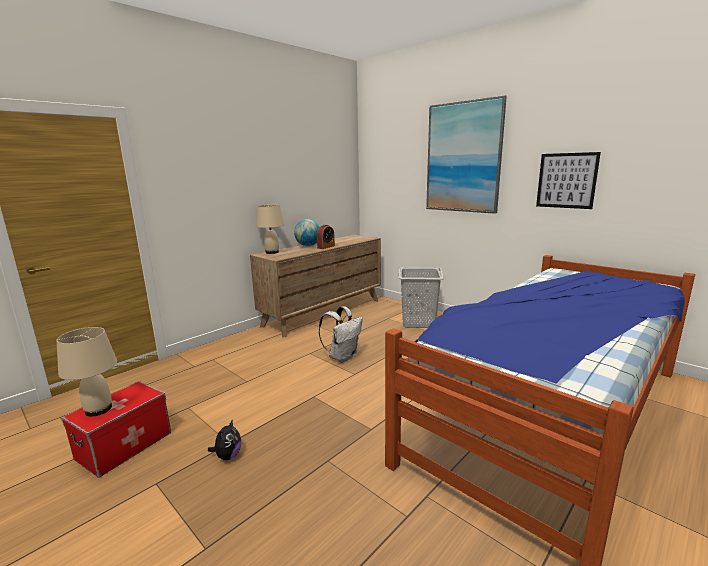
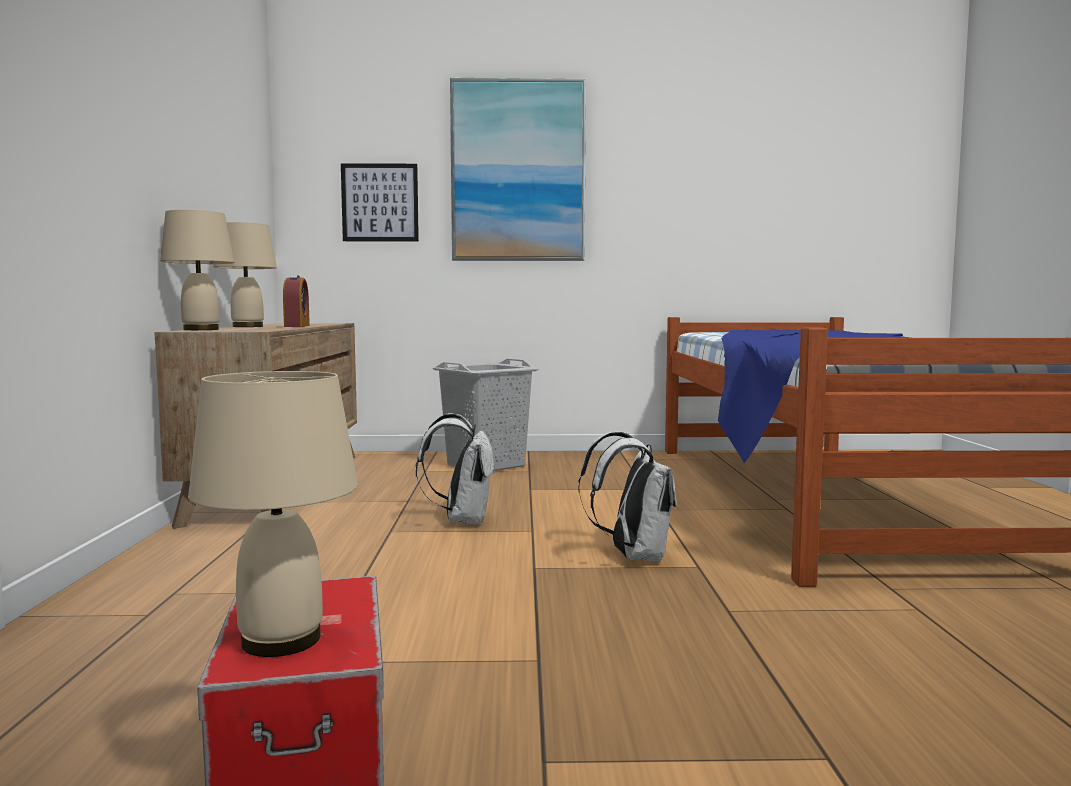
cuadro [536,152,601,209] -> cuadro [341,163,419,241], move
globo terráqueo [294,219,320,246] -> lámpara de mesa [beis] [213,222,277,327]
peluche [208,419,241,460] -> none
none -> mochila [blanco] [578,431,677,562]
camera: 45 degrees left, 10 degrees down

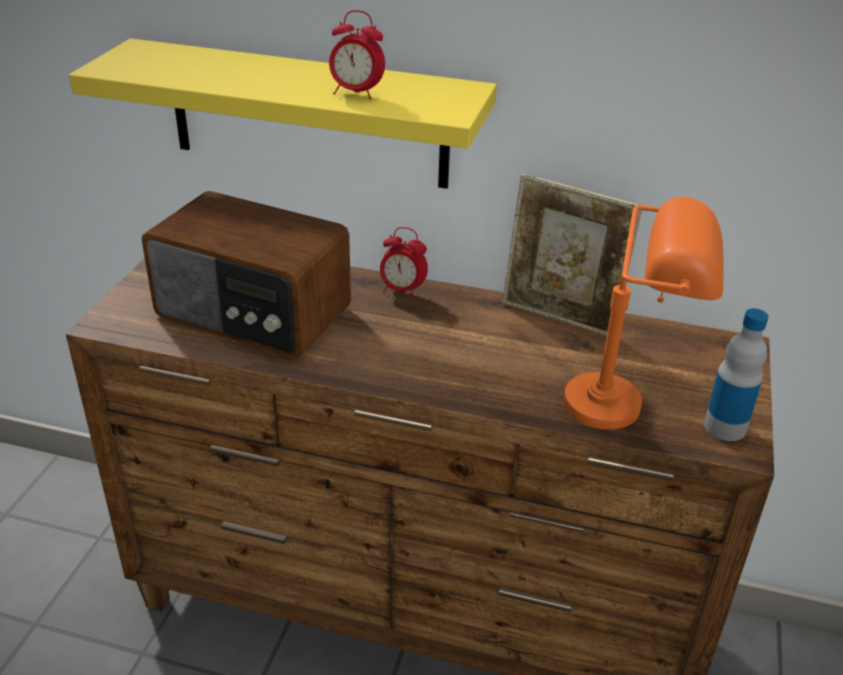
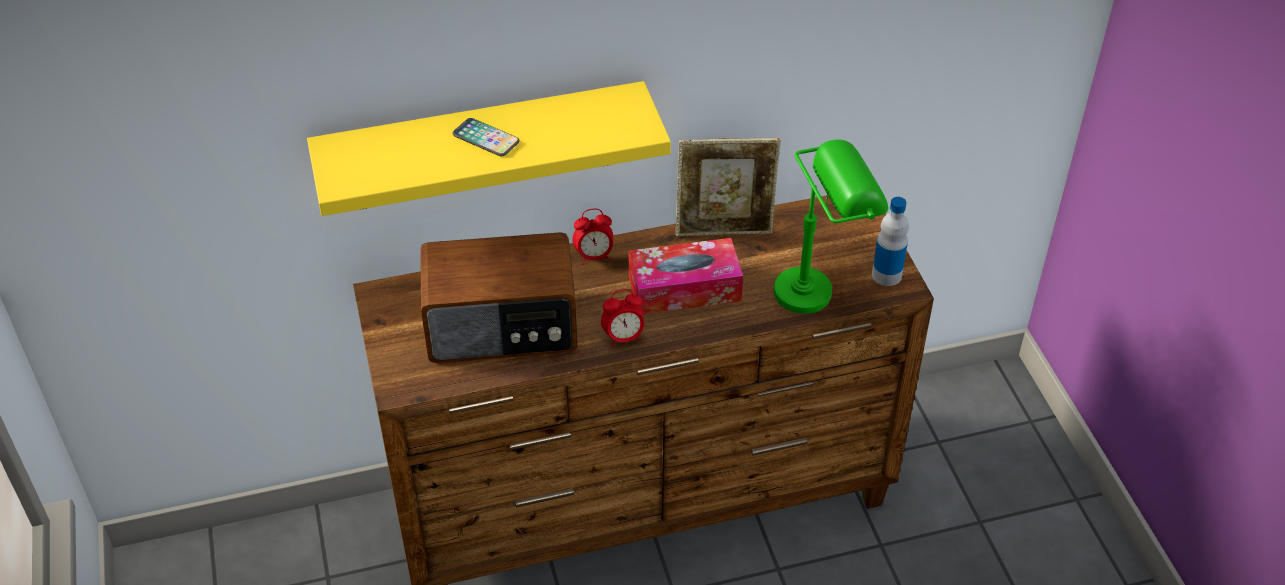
despertador [329,10,385,99] -> despertador [601,289,644,348], move
lámpara de mesa [naranja] [563,197,723,430] -> lámpara de mesa [verde] [774,140,888,314]
none -> móvil [452,118,520,156]
none -> caja de pañuelos [629,238,743,314]
camera: 30 degrees left, 10 degrees up

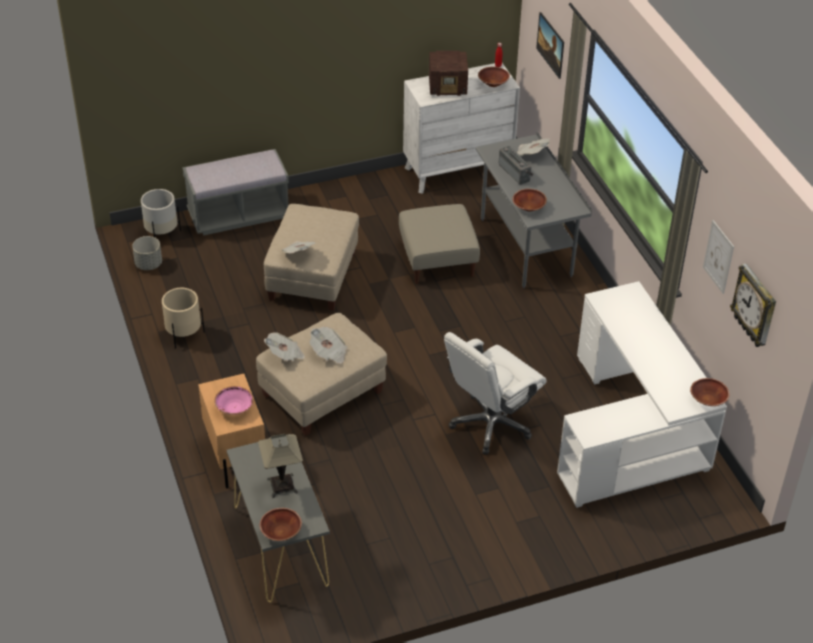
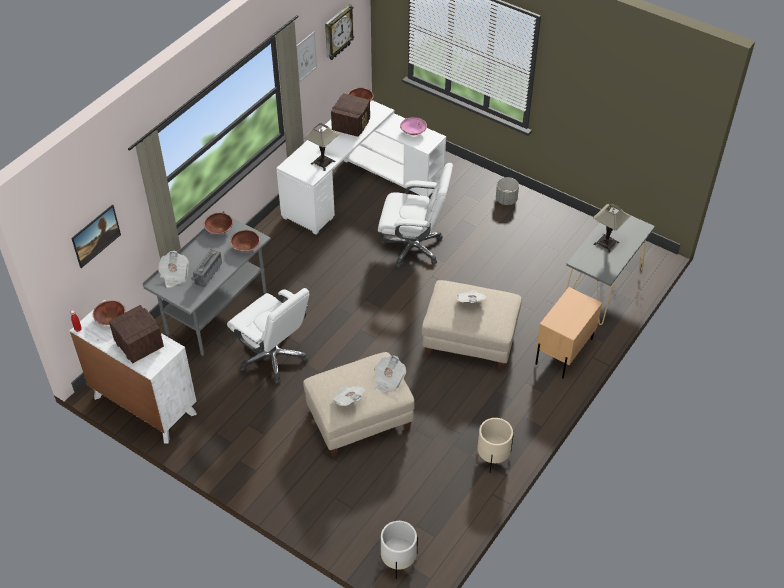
banco [gris] [182,149,289,236] -> none
puf [beis] [399,204,480,284] -> silla de oficina [blanco] [227,288,310,384]
maceta [gris] [132,236,162,270] -> maceta [gris] [496,177,519,205], move
periódico [264,332,305,361] -> periódico [331,386,365,406], move
cuenco [rosa] [214,386,253,415] -> cuenco [rosa] [400,117,427,135], move
cuenco [marrón] [260,508,302,541] -> cuenco [marrón] [204,213,233,234], move
none -> radio [331,93,370,137]
none -> lámpara de mesa [304,123,339,171]
camera: 125 degrees left, 5 degrees up

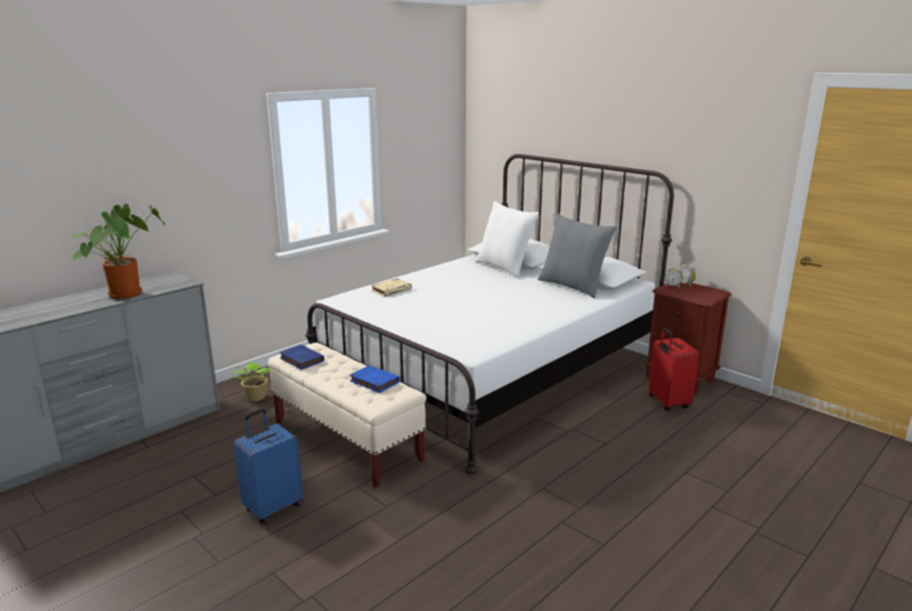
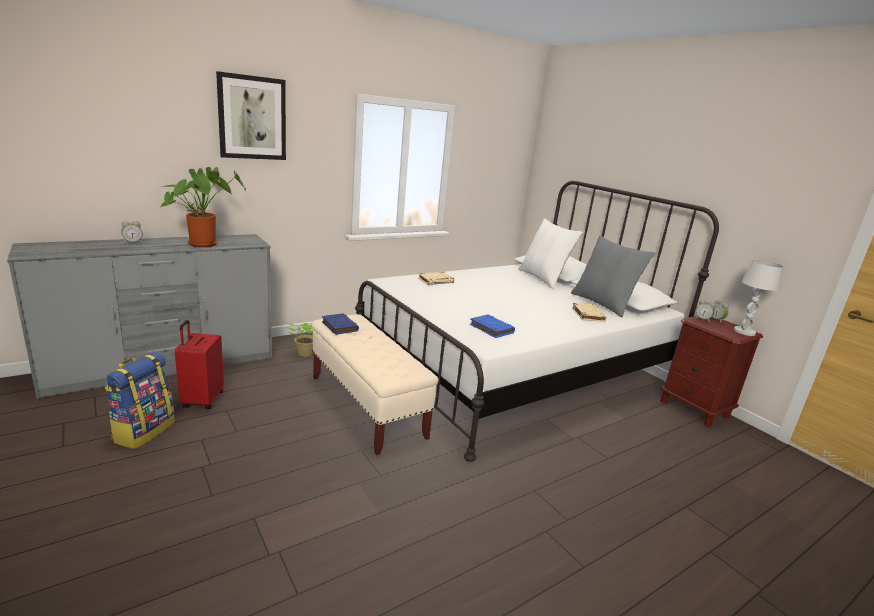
maleta [rojo] [649,327,699,411] -> maleta [rojo] [175,320,224,409], move
libro [azul] [350,365,400,393] -> libro [azul] [470,315,515,338], move
maleta [azul] [233,408,303,523] -> none
none -> cuadro [216,71,286,160]
none -> despertador [121,221,143,244]
none -> lámpara de mesa [blanco] [734,260,783,336]
none -> libro [beis] [572,303,607,322]
none -> mochila [105,352,175,449]
camera: 10 degrees right, 0 degrees up

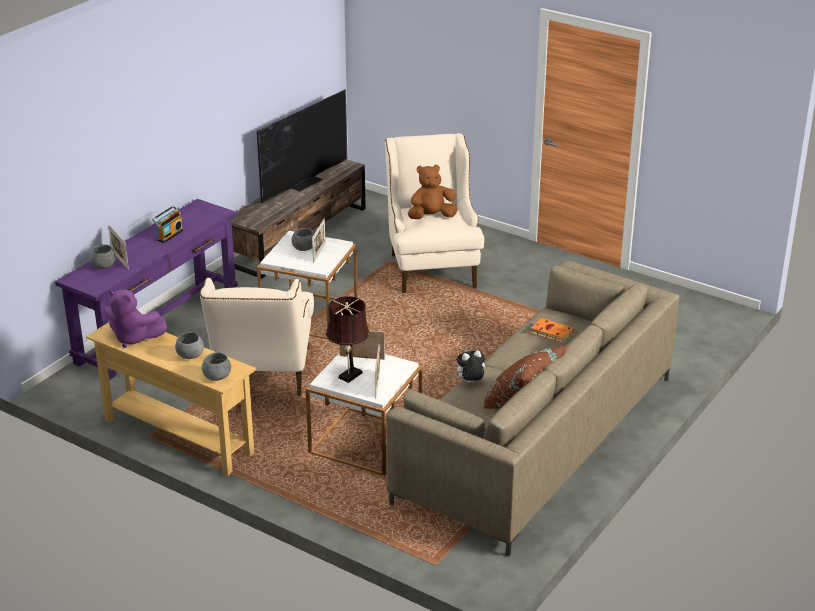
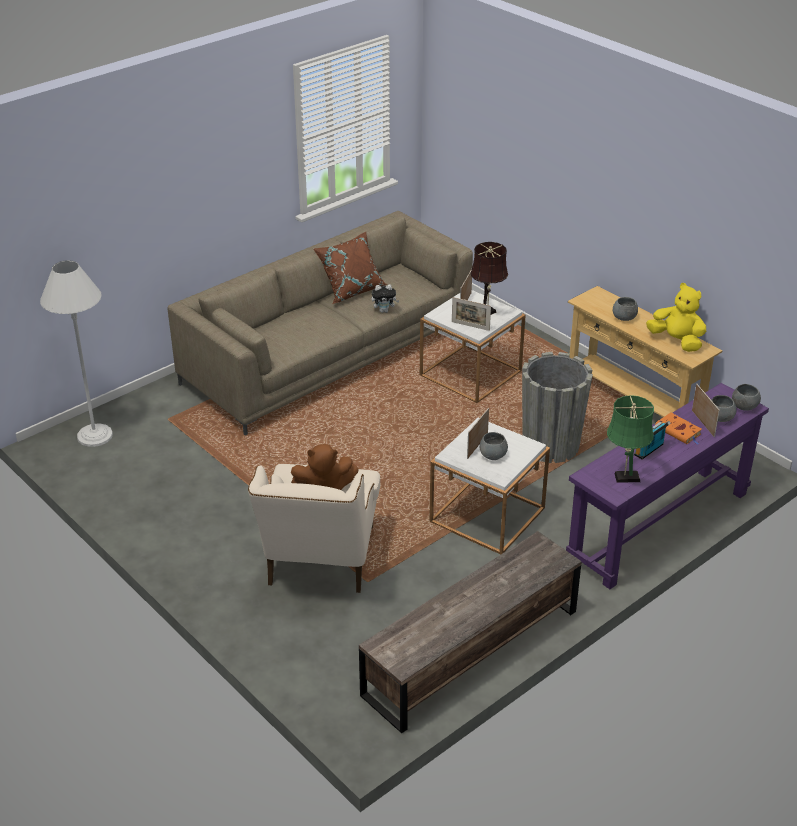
televisor [257,89,347,203] -> none
sillón [beis] [200,278,314,396] -> maceta [gris] [522,352,593,463]
peluche [morado] [104,289,167,348] -> peluche [amarillo] [646,283,706,352]
libro [naranja] [530,318,573,343] -> libro [naranja] [655,413,702,445], move
cuenco [gris] [202,352,231,381] -> cuenco [gris] [732,384,761,411], move
none -> lámpara de pie [blanco] [40,260,113,447]
none -> lámpara de mesa [verde] [607,395,654,483]
camera: 165 degrees left, 5 degrees up

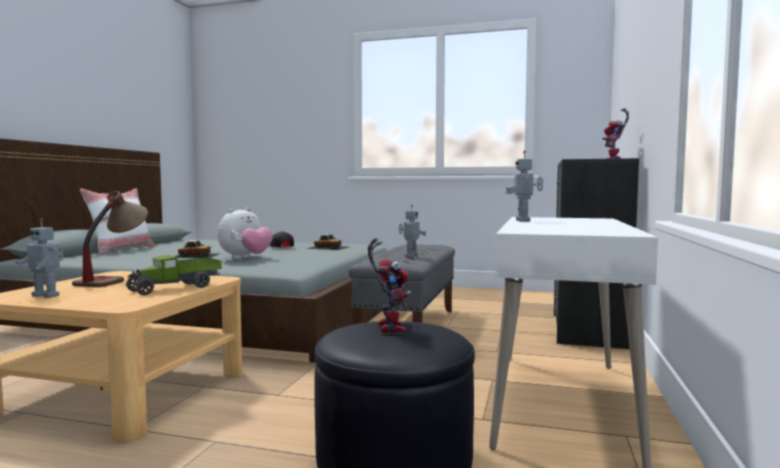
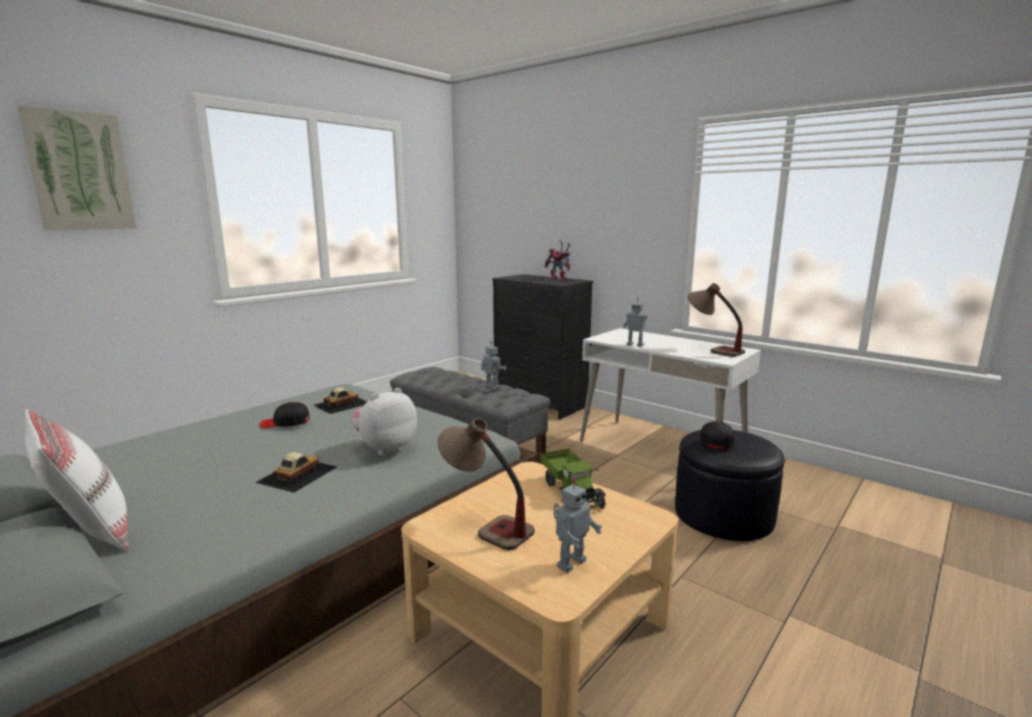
peluche [218,207,273,259] -> peluche [351,388,417,455], 105 degrees counterclockwise
robot de juguete [368,238,411,334] -> gorra [negro] [699,421,735,449]
none -> cuadro [17,105,137,230]
none -> lámpara de mesa [688,283,745,357]
camera: 65 degrees left, 10 degrees up

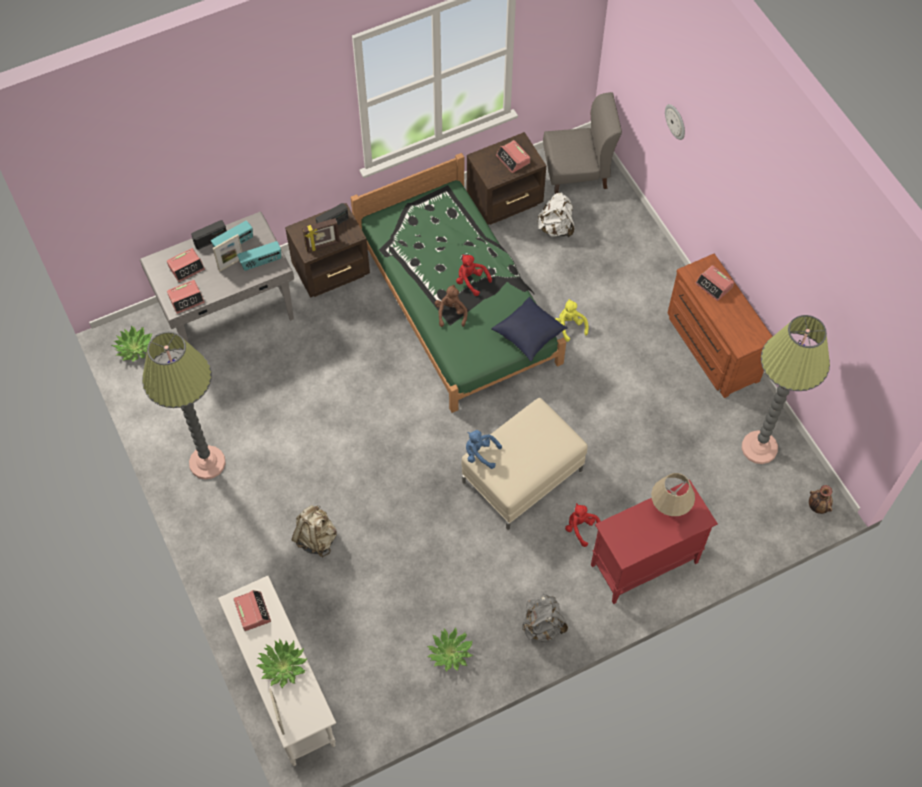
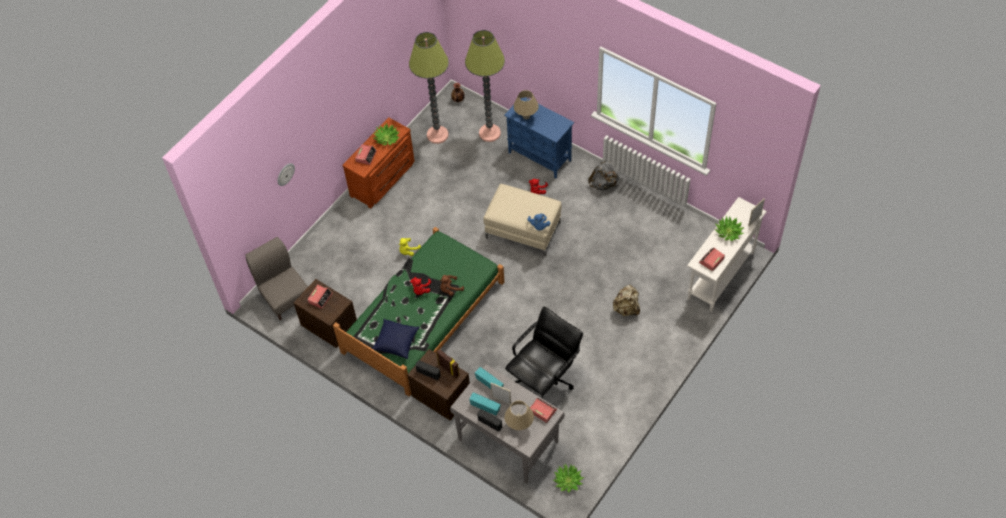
mochila [blanco] [537,192,574,237] -> none
despertador [167,248,205,282] -> lámpara de mesa [beis] [505,401,534,430]
cojín [azul] [491,297,568,361] -> cojín [azul] [372,319,419,359], move
lámpara de pie [142,332,226,480] -> lámpara de pie [465,30,505,142], move
armario [rojo] [591,480,718,604] -> armario [azul] [504,97,574,178]
planta en maceta [427,627,473,672] -> planta en maceta [373,123,400,145], move
none -> silla de oficina [negro] [505,307,583,399]
camera: 115 degrees left, 5 degrees down

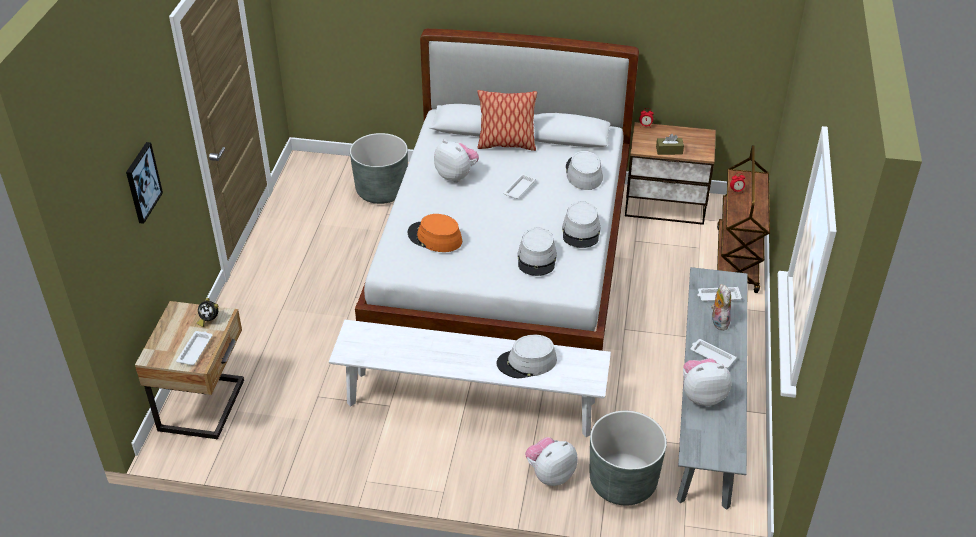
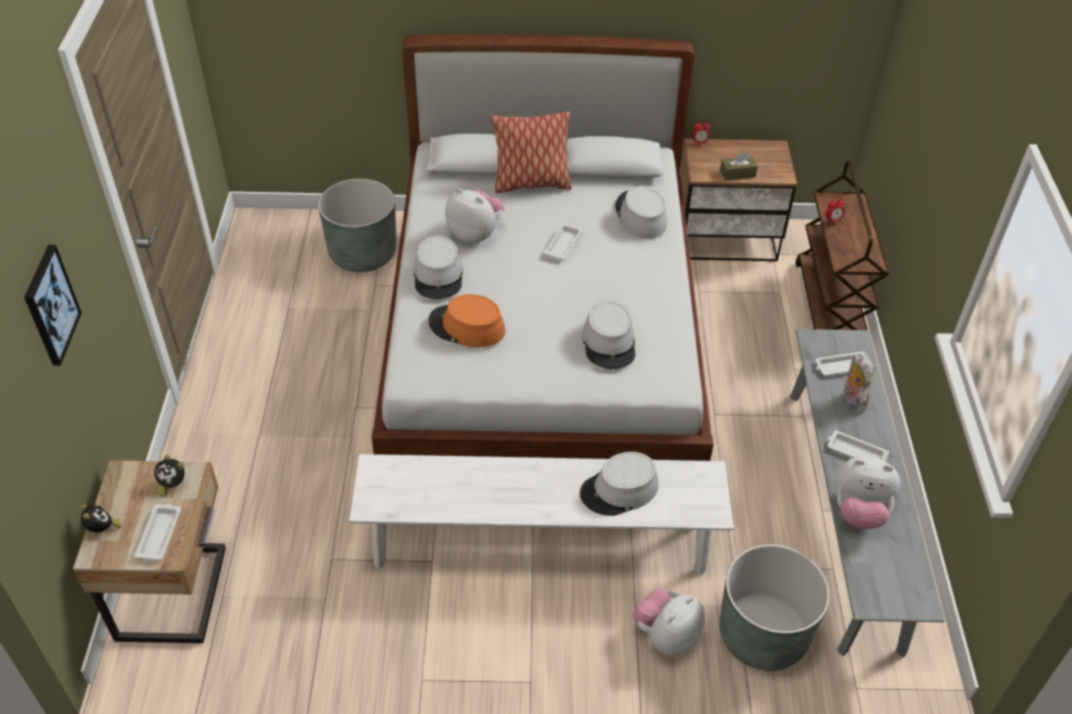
sombrero [gris] [562,202,601,248] -> sombrero [gris] [413,236,464,299], move
peluche [683,358,732,406] -> peluche [834,456,901,529], 150 degrees counterclockwise
none -> despertador [81,504,121,532]
camera: 10 degrees left, 5 degrees up

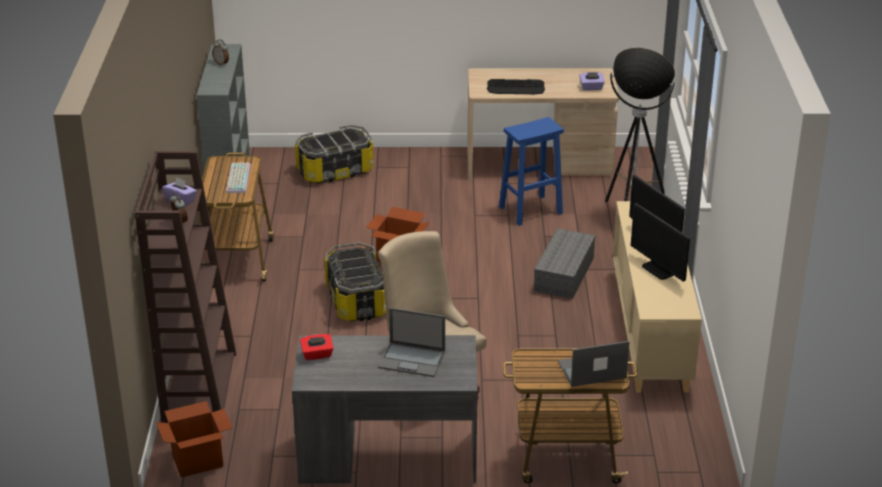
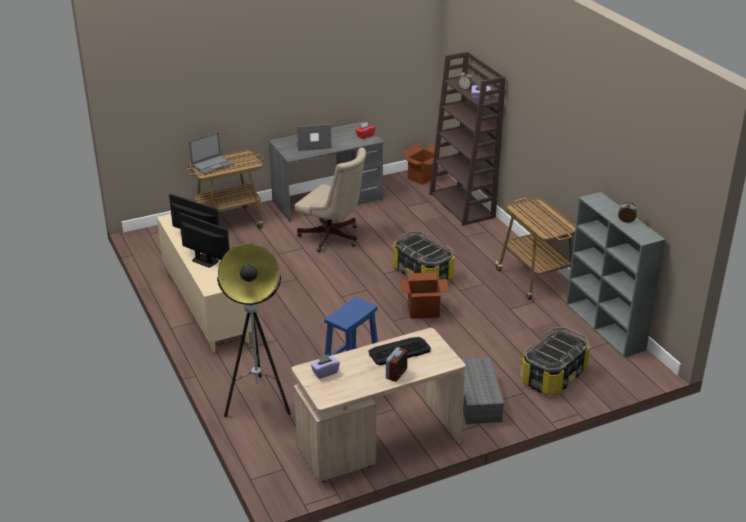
teclado [226,163,251,193] -> none
caja de almacenaje [gris] [534,228,596,299] -> caja de almacenaje [gris] [461,357,505,424], move
none -> despertador [386,347,407,382]
camera: 155 degrees right, 0 degrees up

